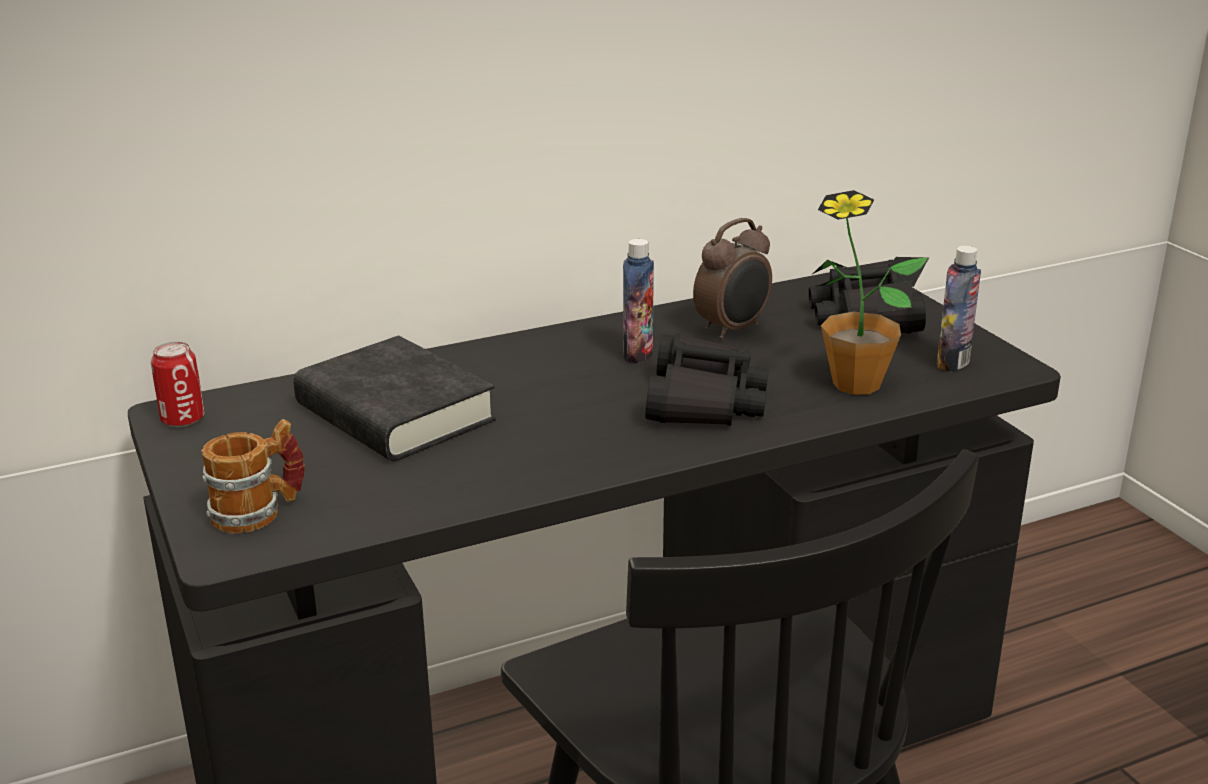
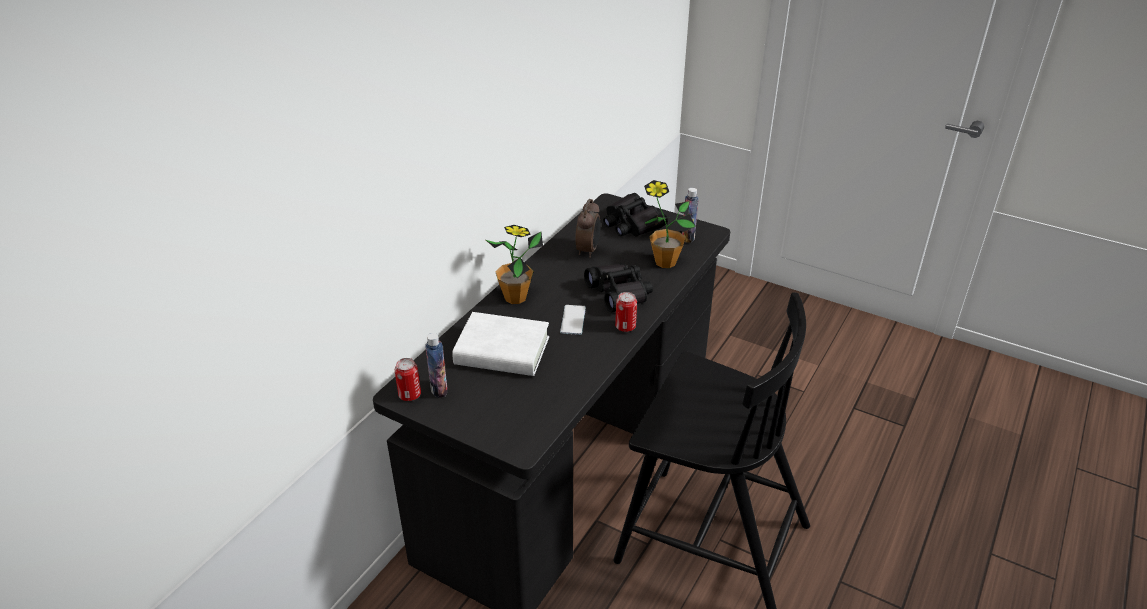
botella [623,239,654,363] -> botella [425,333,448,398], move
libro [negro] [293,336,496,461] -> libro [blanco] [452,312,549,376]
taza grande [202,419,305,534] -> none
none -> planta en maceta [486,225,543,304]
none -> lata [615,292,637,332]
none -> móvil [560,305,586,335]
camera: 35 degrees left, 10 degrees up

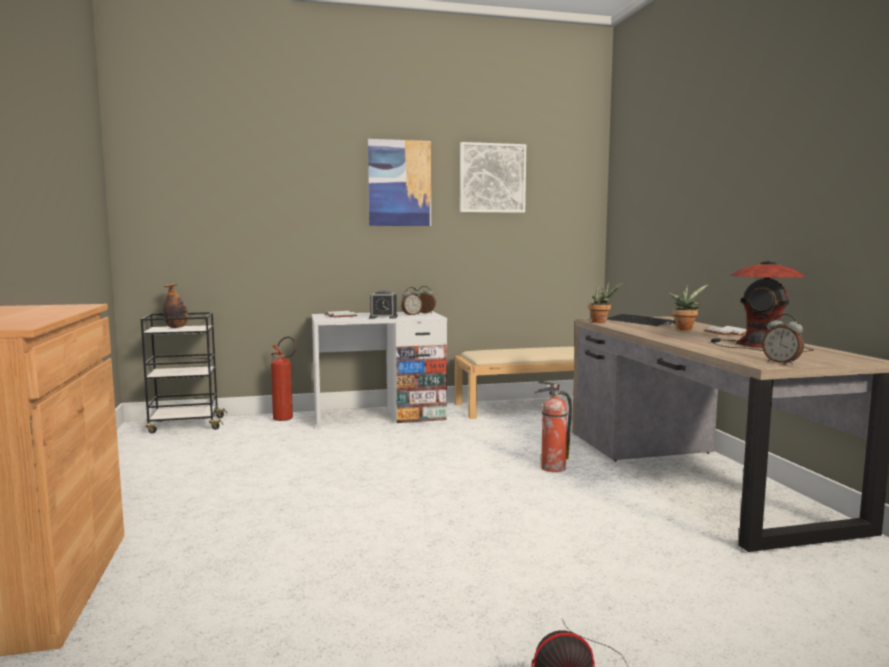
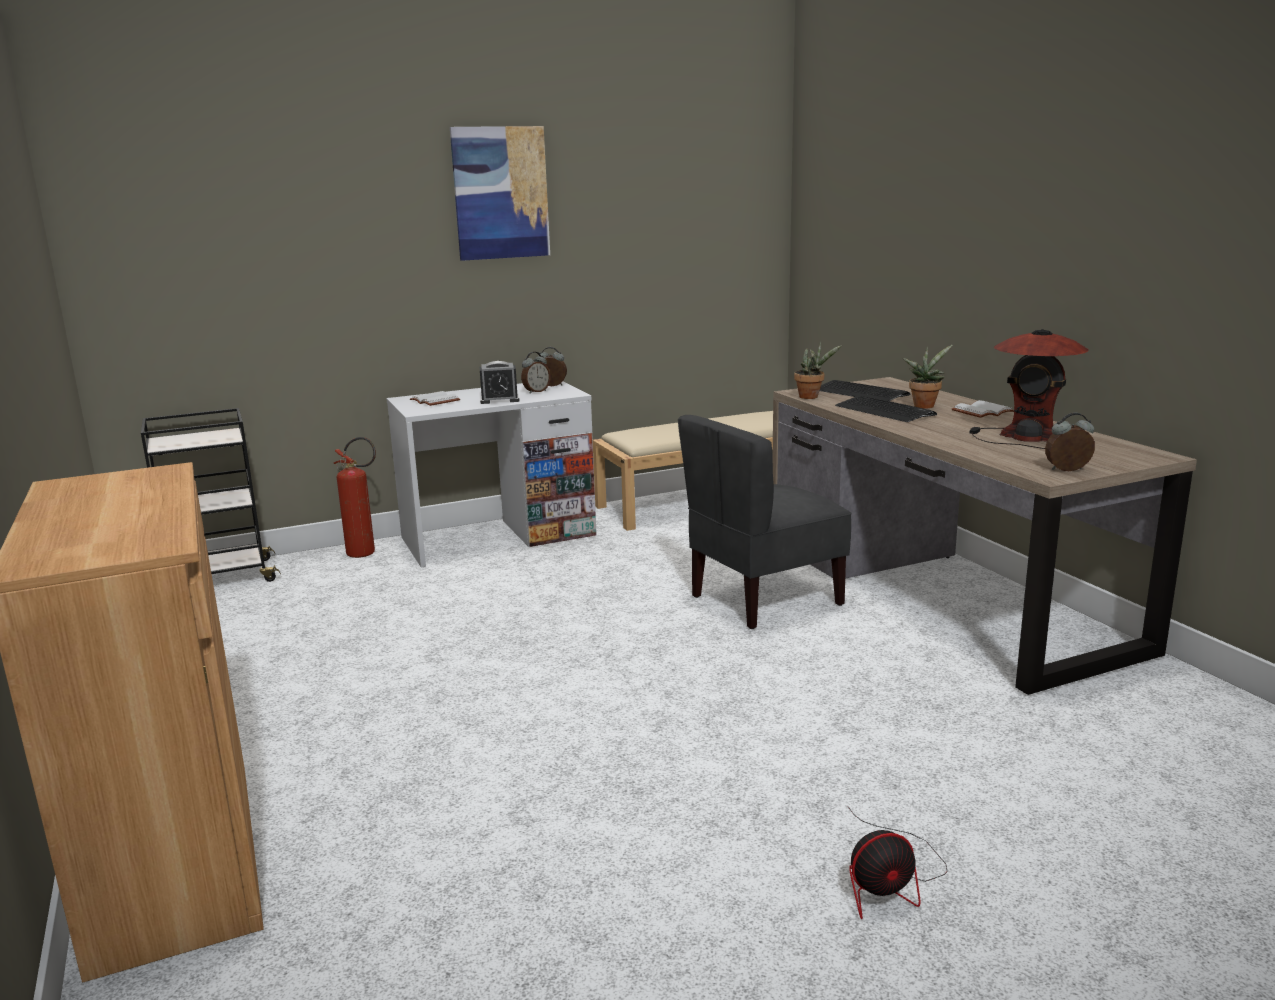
cuadro [460,142,526,213] -> none
botella [163,283,188,328] -> none
despertador [762,314,804,365] -> despertador [1045,413,1095,471], 135 degrees clockwise
extintor [535,381,572,472] -> silla [gris] [678,415,852,629]
none -> teclado [835,395,937,422]
camera: 10 degrees left, 10 degrees up

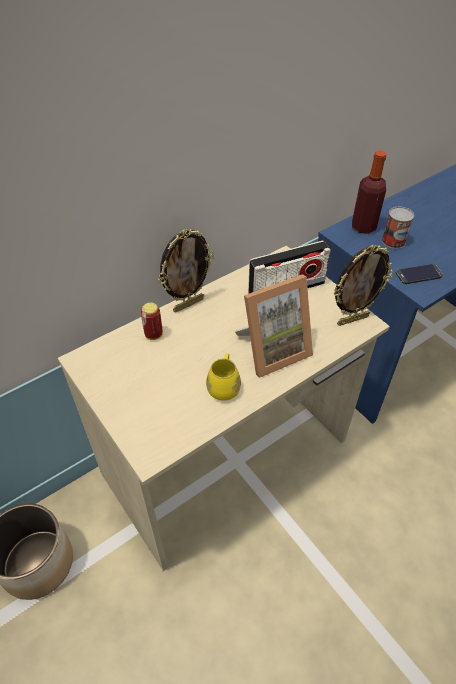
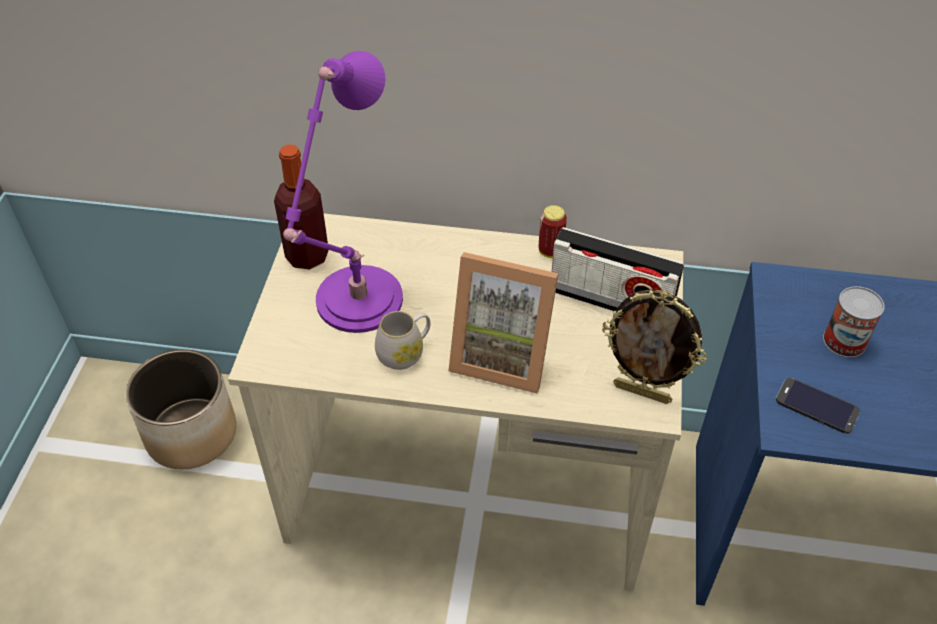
botella [352,151,386,234] -> botella [274,144,329,269], move
portarretratos [158,229,214,312] -> none
lata [141,302,163,340] -> lata [539,205,567,258], move
taza grande [amarillo] [206,353,241,401] -> taza grande [blanco] [375,311,431,370]
none -> lámpara de mesa [morado] [283,51,403,333]
camera: 45 degrees right, 0 degrees up

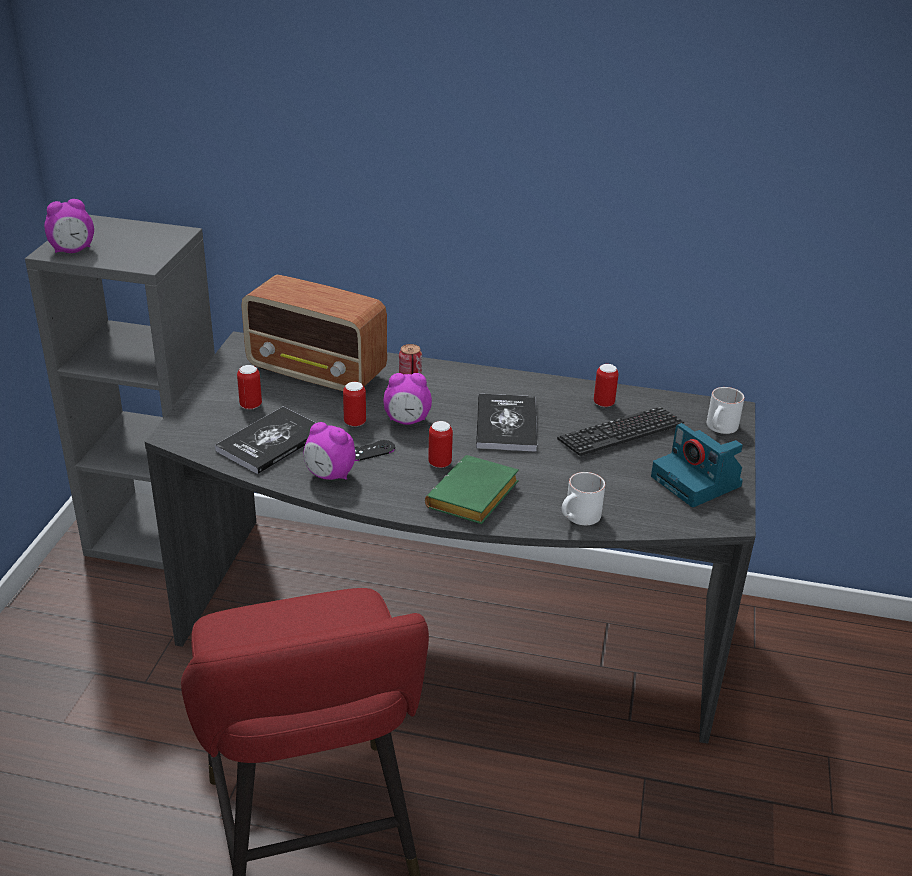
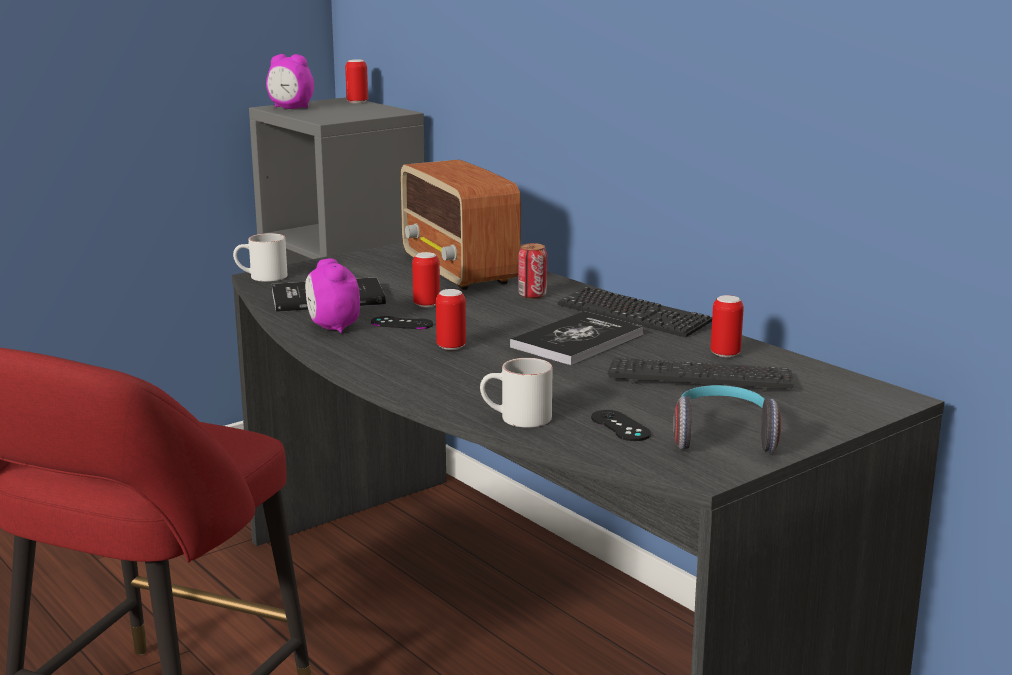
lata [237,365,262,410] -> lata [345,59,368,104], move
despertador [383,373,432,425] -> none
taza grande [blanco] [707,387,745,434] -> taza grande [blanco] [233,233,287,282], move
cámara [651,423,743,507] -> auriculares [673,385,781,453]
libro [verde] [425,455,519,524] -> none
none -> teclado [558,287,712,337]
none -> mando de consola [negro] [591,410,651,441]
camera: 40 degrees right, 15 degrees down

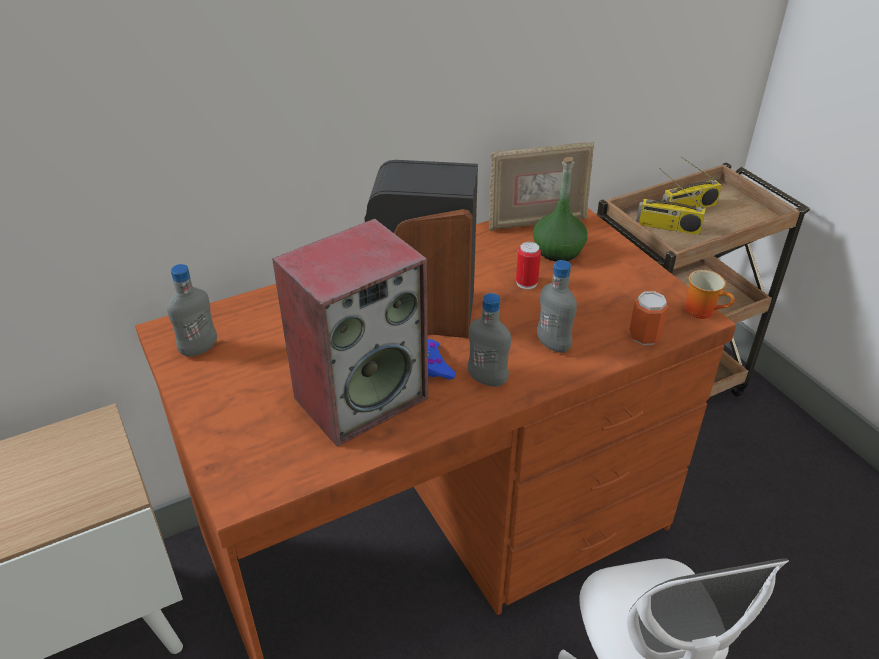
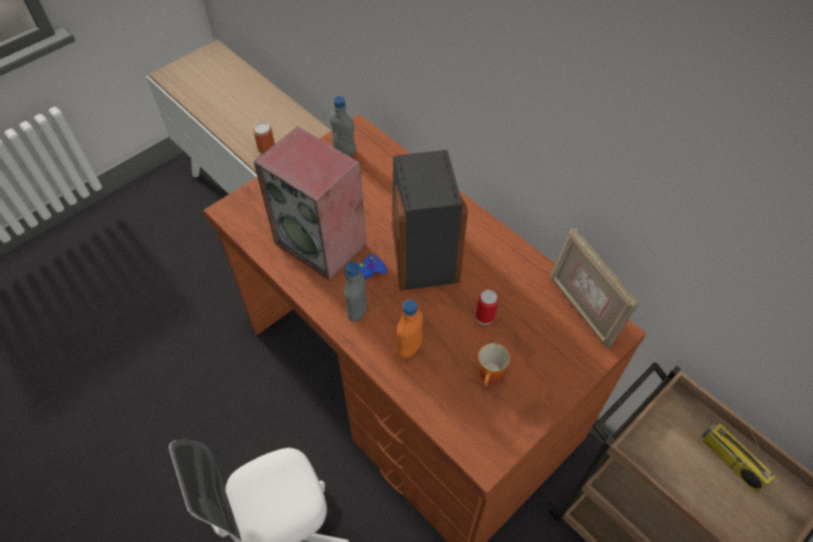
botella [verde] [533,157,588,261] -> none
radio [636,168,706,235] -> none
botella [gris] [537,260,577,353] -> botella [naranja] [397,300,423,358]
taza grande [685,270,735,319] -> taza grande [478,343,510,387], move
lata [629,291,668,345] -> lata [253,122,275,154], move
camera: 75 degrees right, 15 degrees up

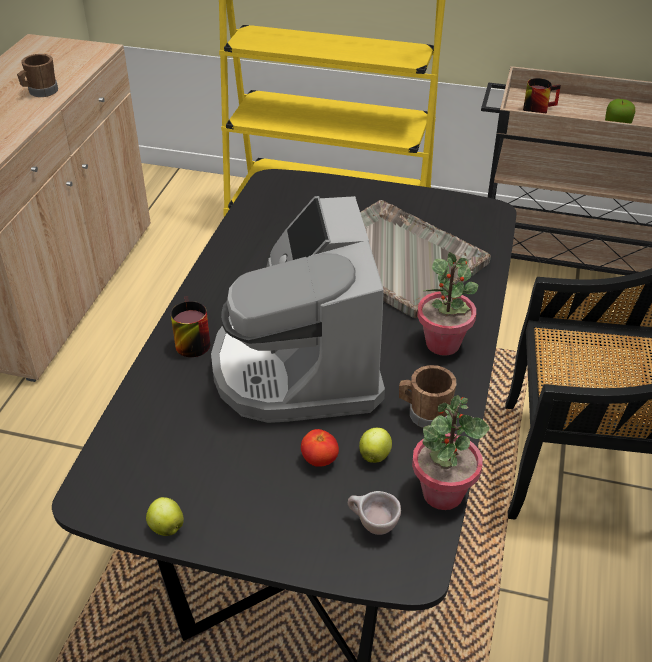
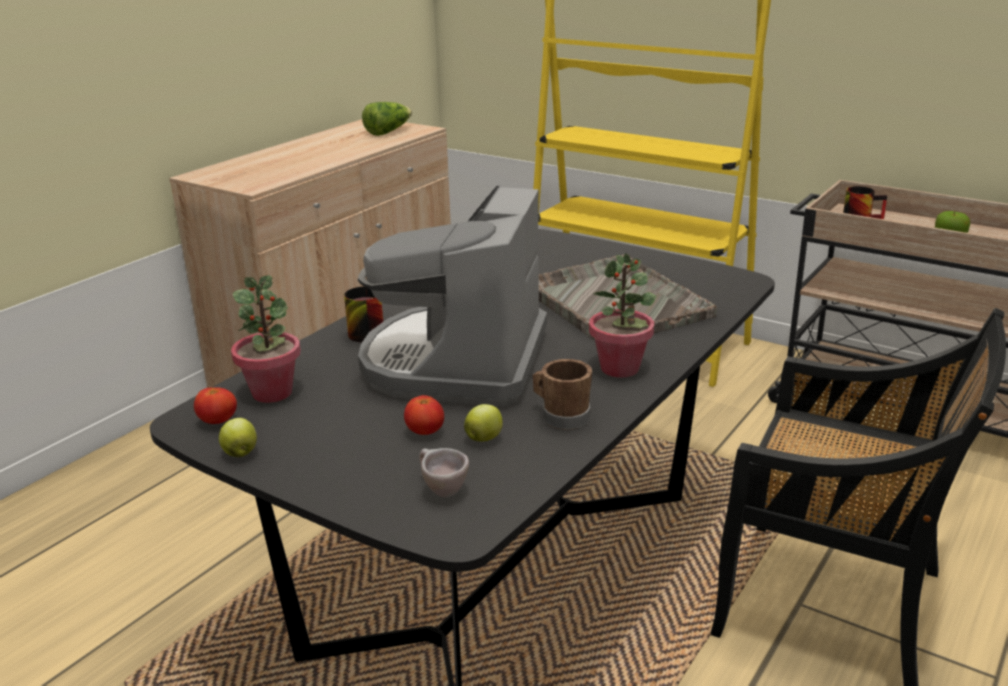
taza grande [marrón] [17,54,58,97] -> none
planta en maceta [412,395,489,510] -> planta en maceta [231,275,301,403], move
none -> lechuga [362,102,412,136]
none -> tomate [194,387,237,424]
camera: 20 degrees right, 15 degrees down

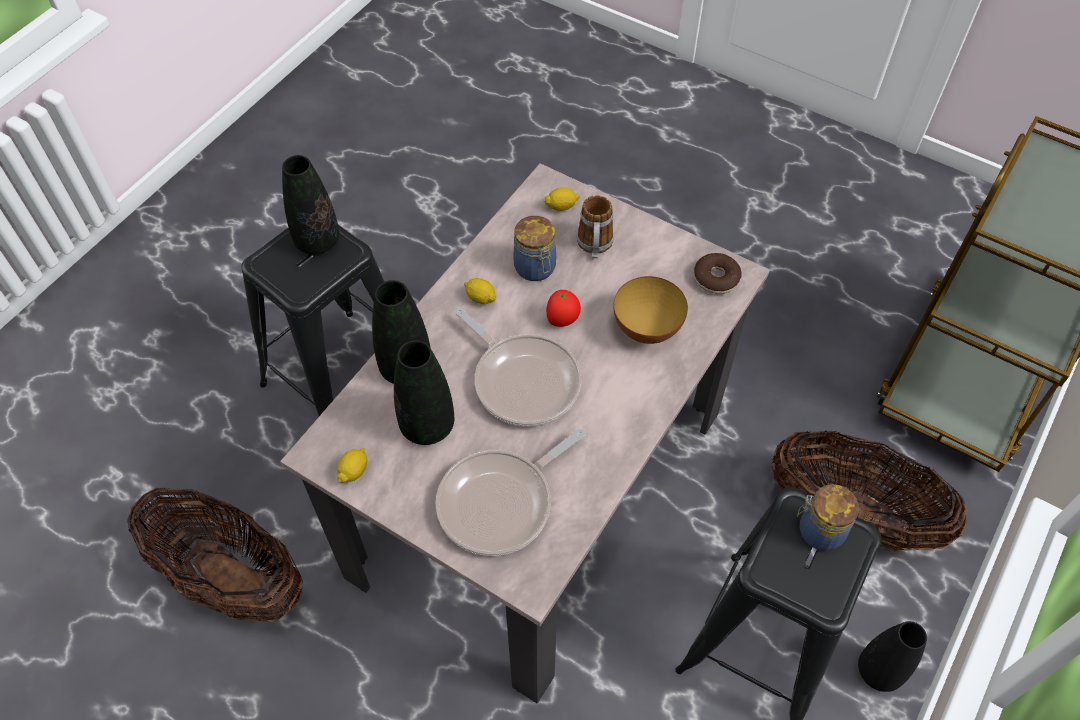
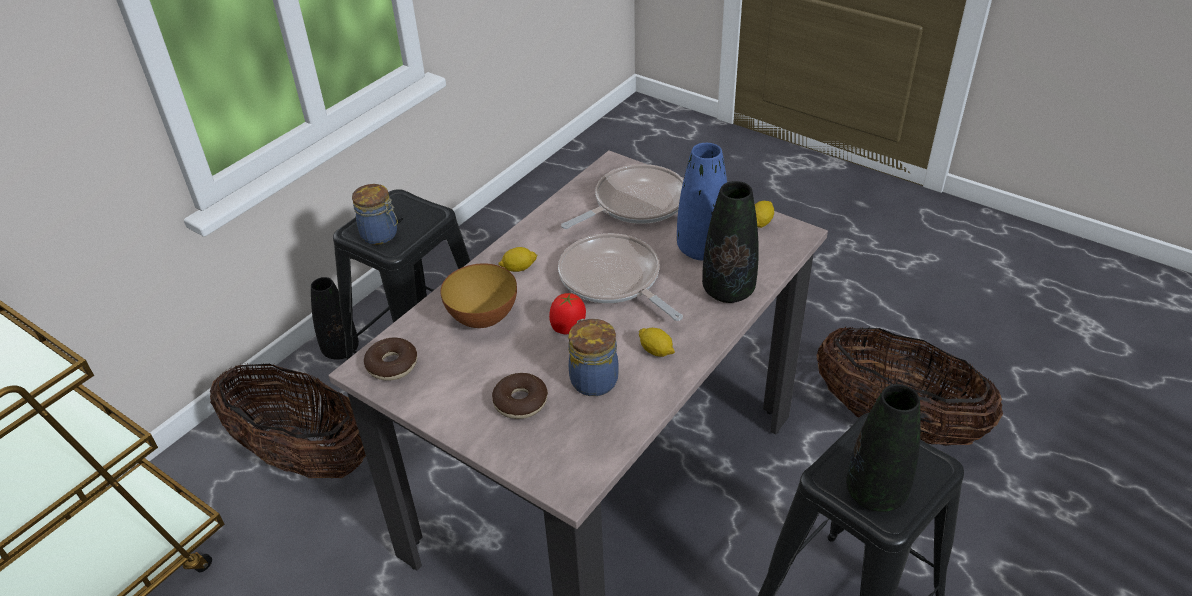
limón [544,188,580,211] -> limón [498,247,538,272], move
taza grande [577,195,614,258] -> rosquilla [492,373,548,419]
florero [negro] [394,340,454,445] -> florero [azul] [677,143,727,260]
camera: 175 degrees left, 15 degrees down

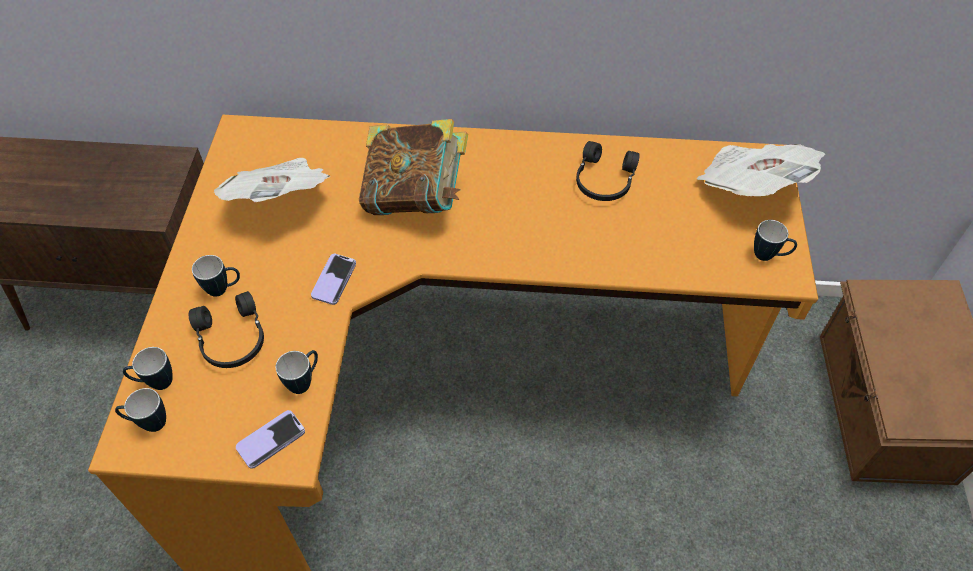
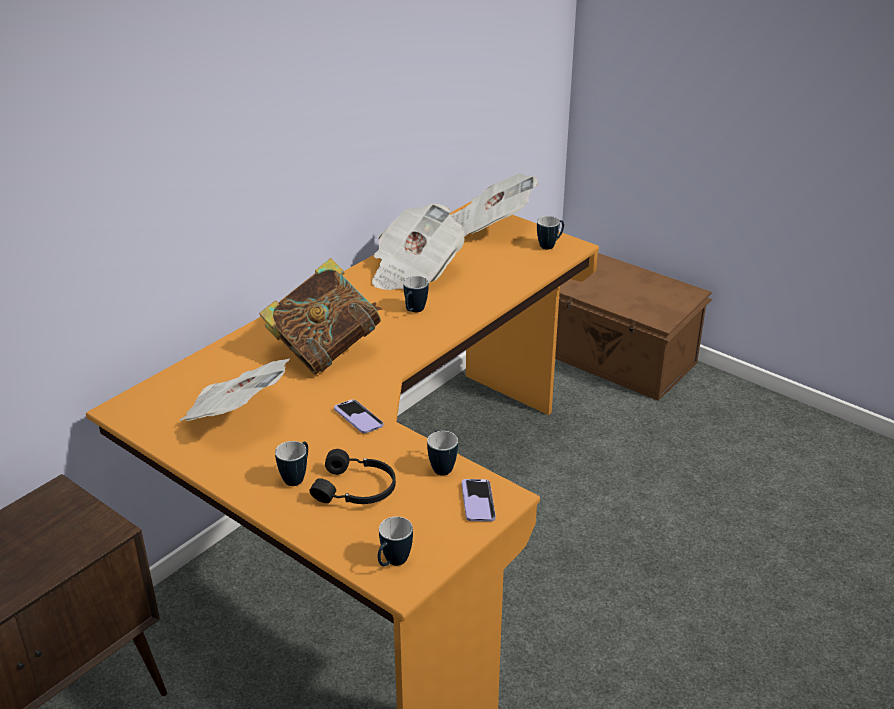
auriculares [negro] [576,141,640,201] -> periódico [372,204,465,290]
taza grande [123,347,173,390] -> taza grande [403,276,428,312], move
camera: 55 degrees left, 20 degrees down

